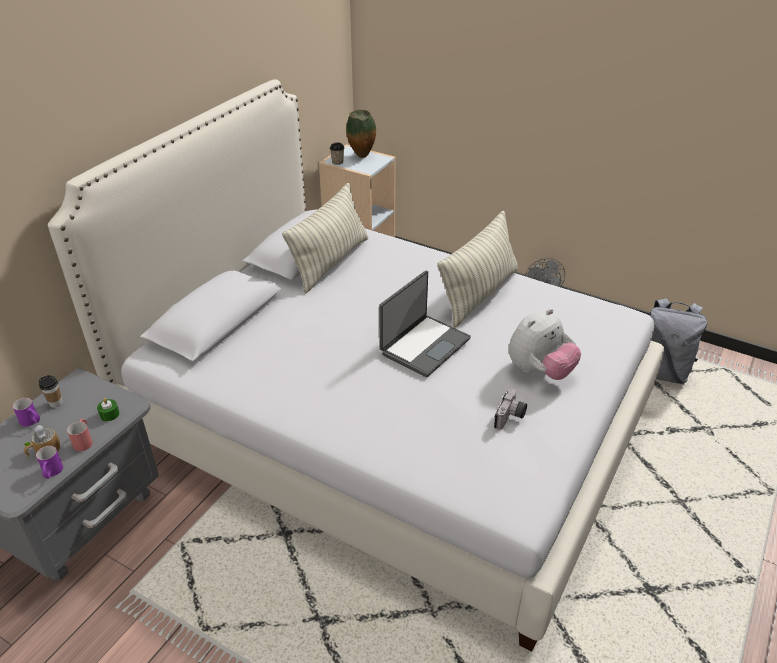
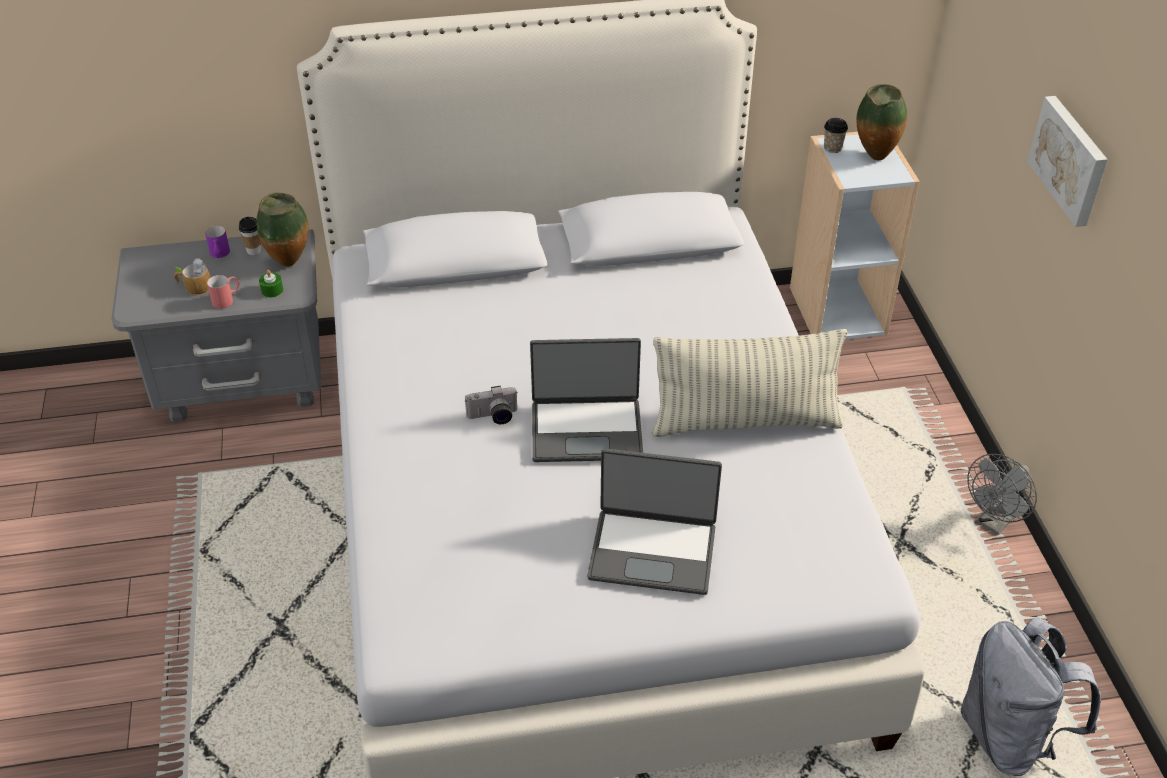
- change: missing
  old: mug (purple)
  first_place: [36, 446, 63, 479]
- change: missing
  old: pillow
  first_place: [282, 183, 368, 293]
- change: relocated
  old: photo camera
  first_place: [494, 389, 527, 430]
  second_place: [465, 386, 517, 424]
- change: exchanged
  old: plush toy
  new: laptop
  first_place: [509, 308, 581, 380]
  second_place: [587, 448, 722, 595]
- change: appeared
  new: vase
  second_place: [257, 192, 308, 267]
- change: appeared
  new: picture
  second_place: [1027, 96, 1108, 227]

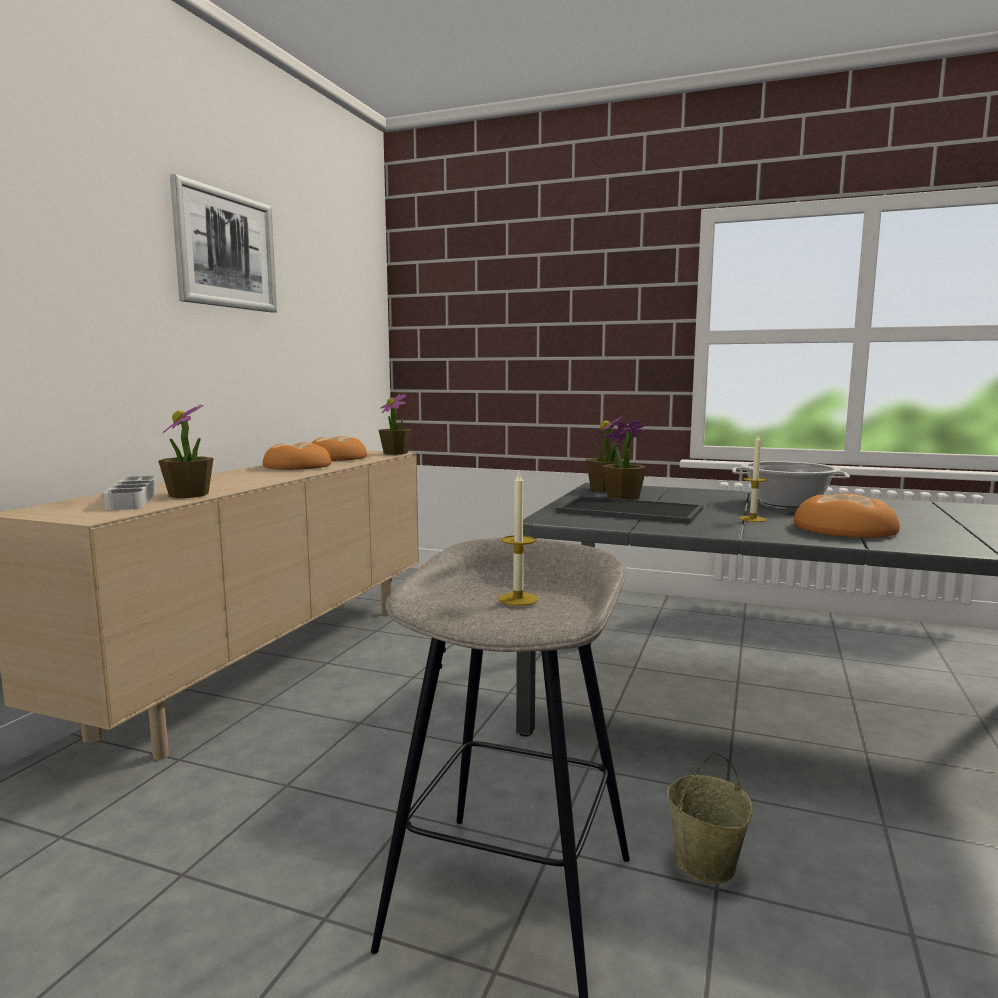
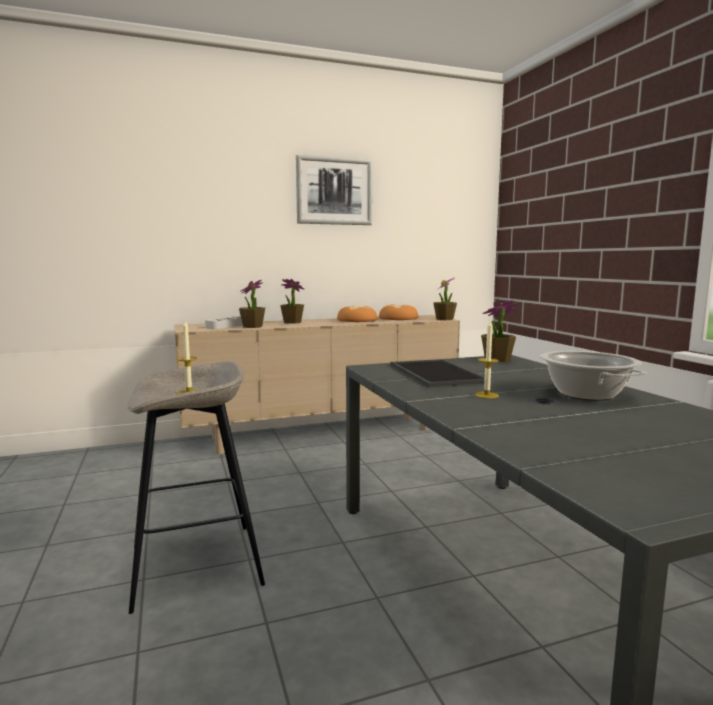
- change: relocated
  old: potted plant
  first_place: [602, 420, 648, 500]
  second_place: [280, 279, 304, 324]
- change: missing
  old: bucket (beige)
  first_place: [667, 752, 753, 884]
- change: missing
  old: bread
  first_place: [793, 493, 900, 538]

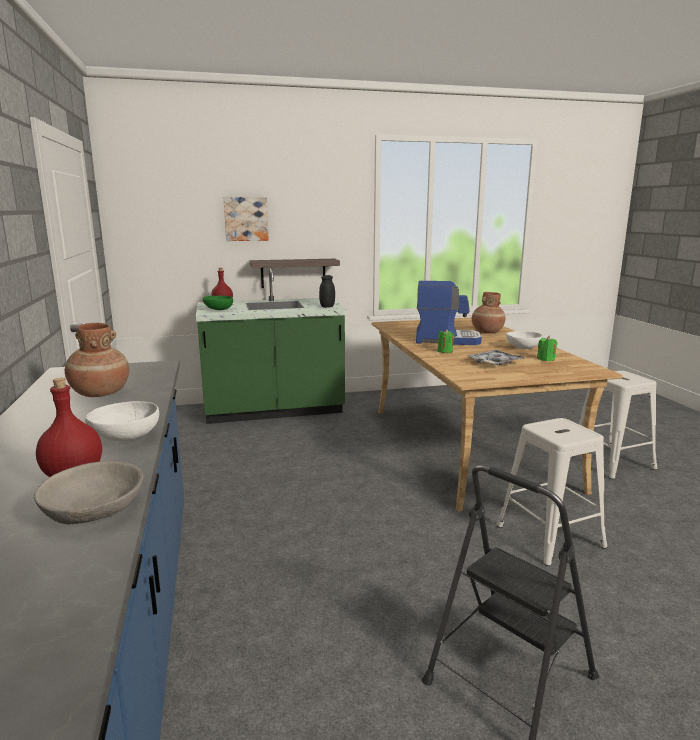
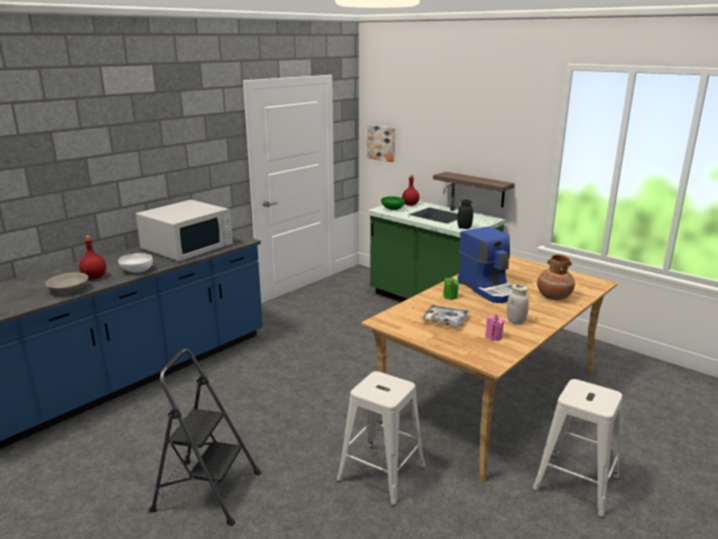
- change: exchanged
  old: vase (brown)
  new: microwave (white)
  first_place: [65, 323, 129, 397]
  second_place: [136, 200, 233, 261]
- change: relocated
  old: picture
  first_place: [224, 197, 269, 241]
  second_place: [367, 125, 395, 162]
- change: exchanged
  old: bowl (white)
  new: jar (white)
  first_place: [506, 331, 543, 349]
  second_place: [507, 284, 529, 324]
- change: colour
  old: candle (green)
  new: candle (pink)
  first_place: [537, 336, 557, 361]
  second_place: [485, 315, 504, 341]

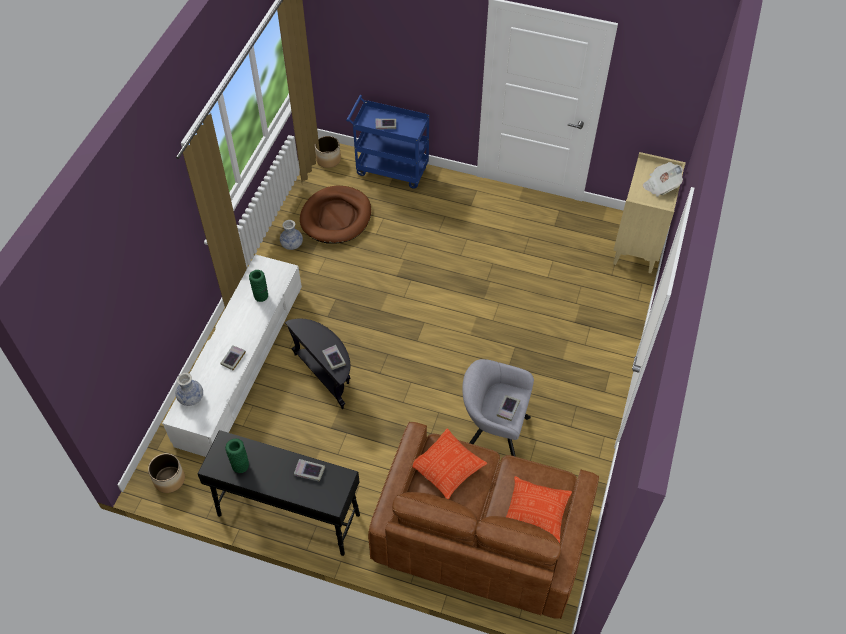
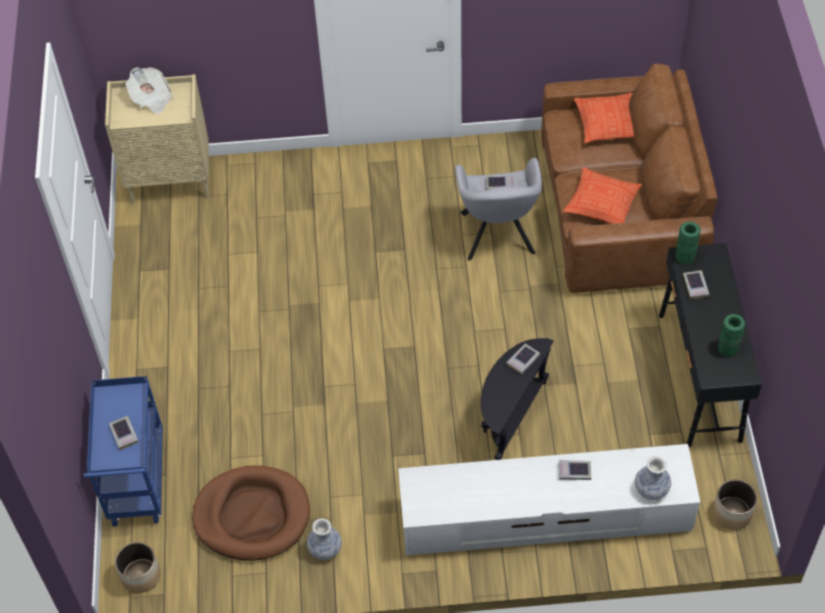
- change: relocated
  old: vase (green)
  first_place: [249, 270, 268, 302]
  second_place: [675, 222, 701, 265]

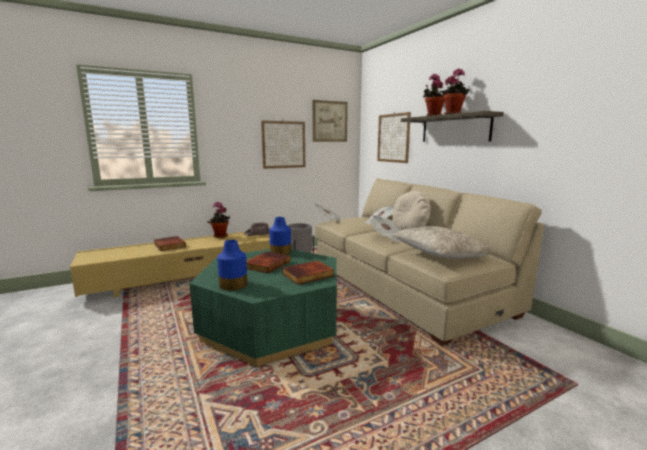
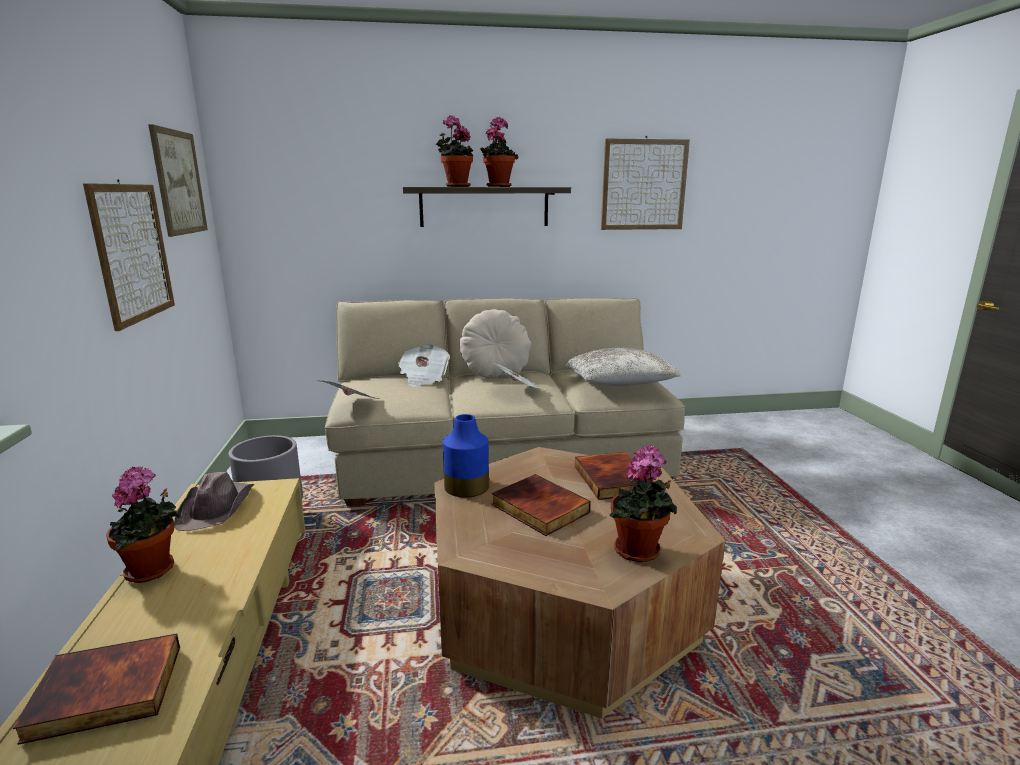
- change: colour
  old: coffee table (green)
  new: coffee table (brown)
  first_place: [189, 249, 337, 366]
  second_place: [434, 447, 725, 719]
- change: exchanged
  old: vase (blue)
  new: potted plant
  first_place: [217, 240, 248, 291]
  second_place: [610, 446, 677, 563]
- change: relocated
  old: picture
  first_place: [377, 112, 411, 163]
  second_place: [601, 136, 690, 230]

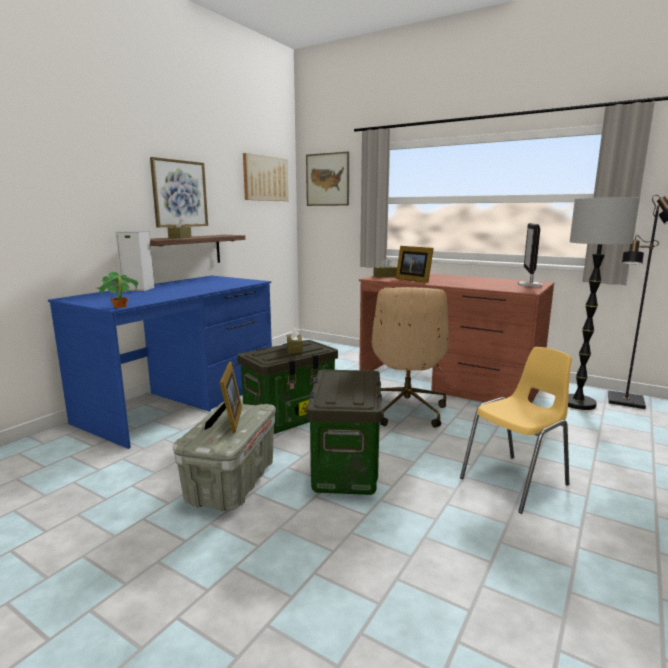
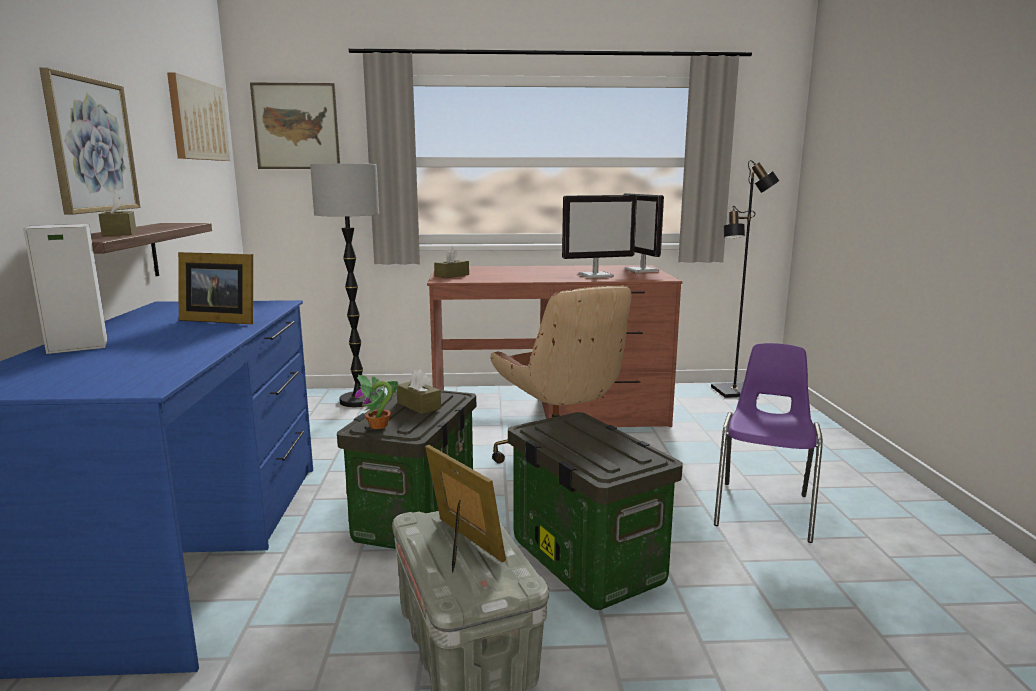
- change: relocated
  old: potted plant
  first_place: [97, 271, 138, 308]
  second_place: [355, 374, 398, 429]
- change: relocated
  old: picture frame
  first_place: [396, 246, 434, 283]
  second_place: [178, 252, 253, 324]
- change: colour
  old: chair (yellow)
  new: chair (purple)
  first_place: [460, 347, 572, 514]
  second_place: [714, 343, 823, 543]
- change: relocated
  old: floor lamp
  first_place: [568, 197, 640, 410]
  second_place: [310, 164, 379, 407]
- change: appeared
  new: monitor
  second_place: [562, 195, 637, 278]

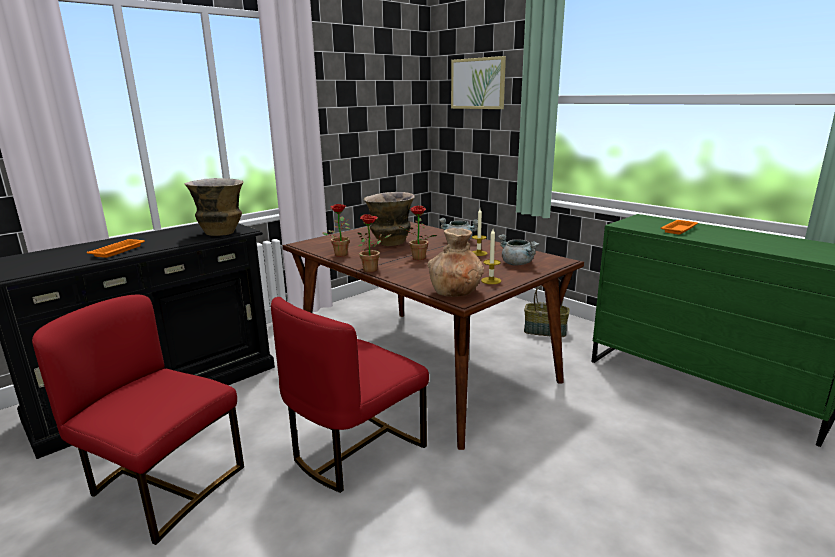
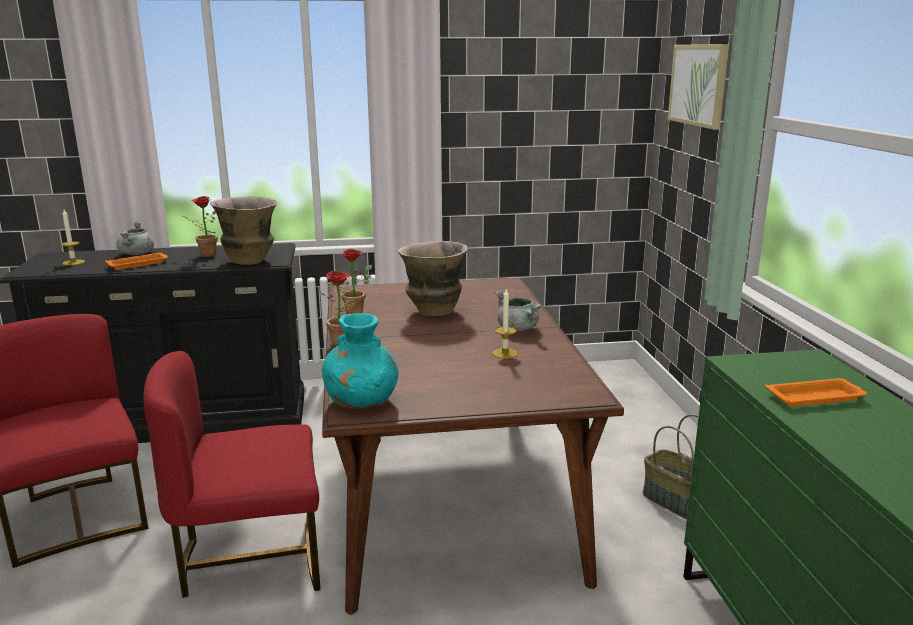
- change: relocated
  old: potted plant
  first_place: [398, 206, 437, 260]
  second_place: [181, 196, 218, 257]
- change: colour
  old: vase (brown)
  new: vase (turquoise)
  first_place: [427, 228, 484, 297]
  second_place: [322, 313, 398, 409]
- change: relocated
  old: candle
  first_place: [481, 229, 501, 284]
  second_place: [60, 210, 85, 266]
- change: relocated
  old: cooking pot (grey)
  first_place: [498, 234, 539, 266]
  second_place: [116, 221, 154, 255]

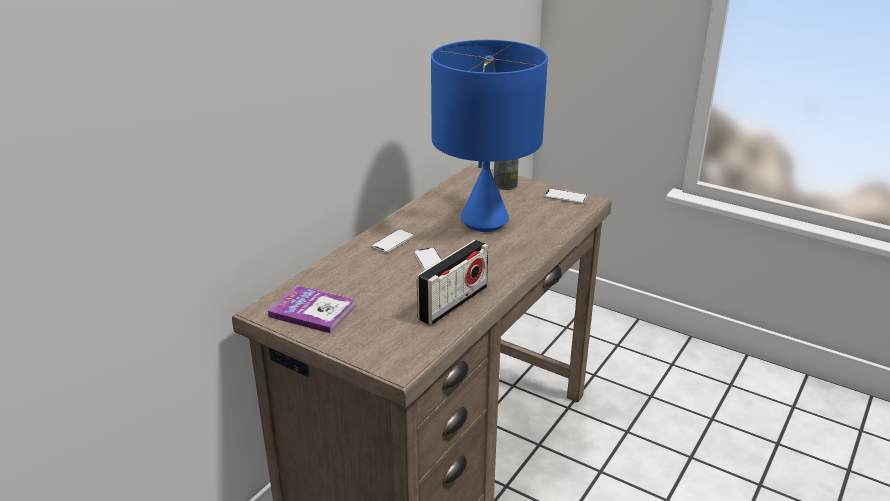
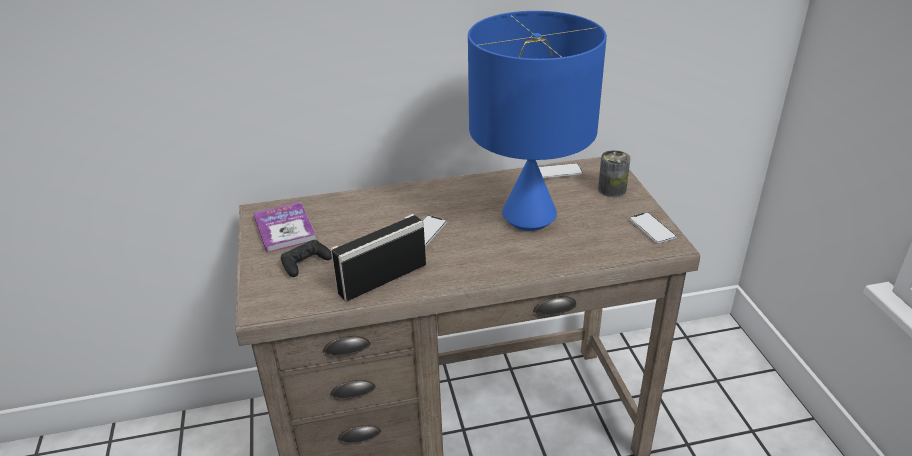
- change: relocated
  old: phone
  first_place: [371, 229, 415, 253]
  second_place: [539, 163, 584, 179]
- change: spun
  old: radio
  first_place: [417, 240, 488, 326]
  second_place: [330, 214, 426, 301]
  degrees: 150
- change: appeared
  new: game controller (black)
  second_place: [281, 240, 332, 277]

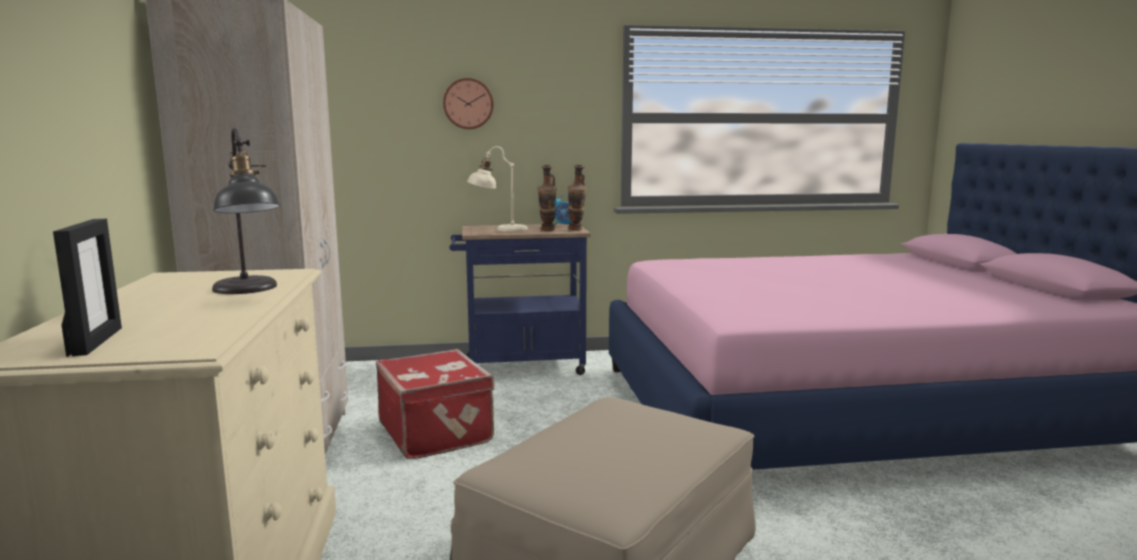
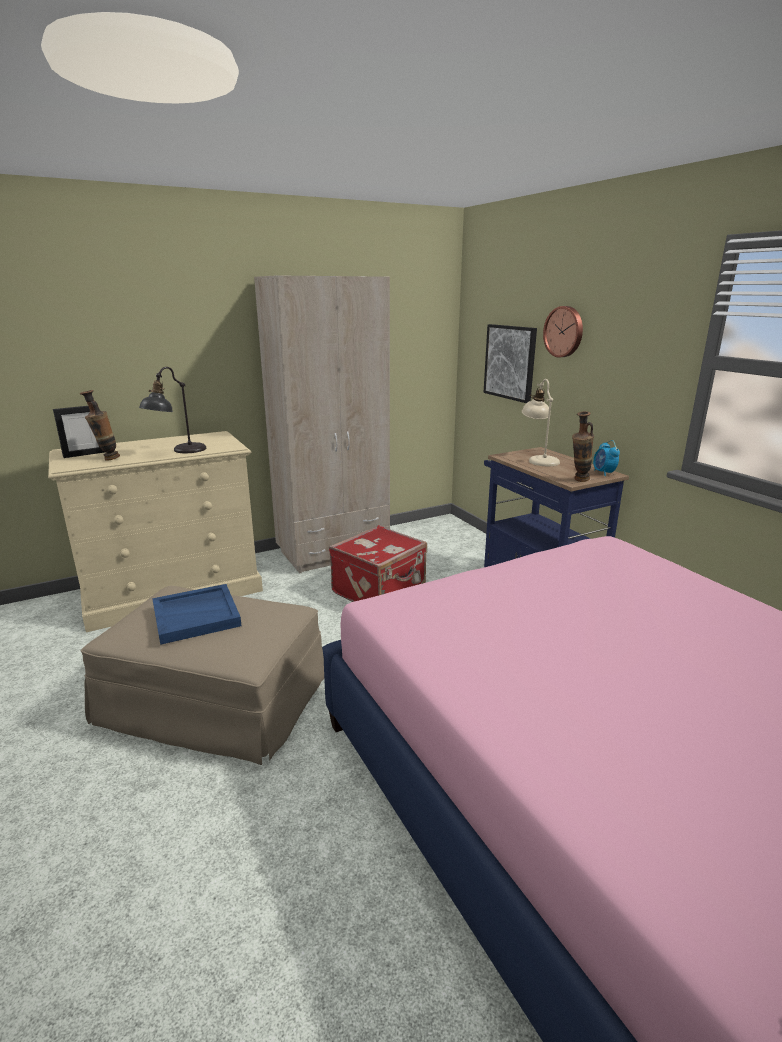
- change: relocated
  old: vase
  first_place: [537, 165, 557, 231]
  second_place: [79, 390, 120, 461]
- change: appeared
  new: tray (blue)
  second_place: [152, 584, 242, 645]
- change: appeared
  new: picture
  second_place: [483, 324, 537, 403]

